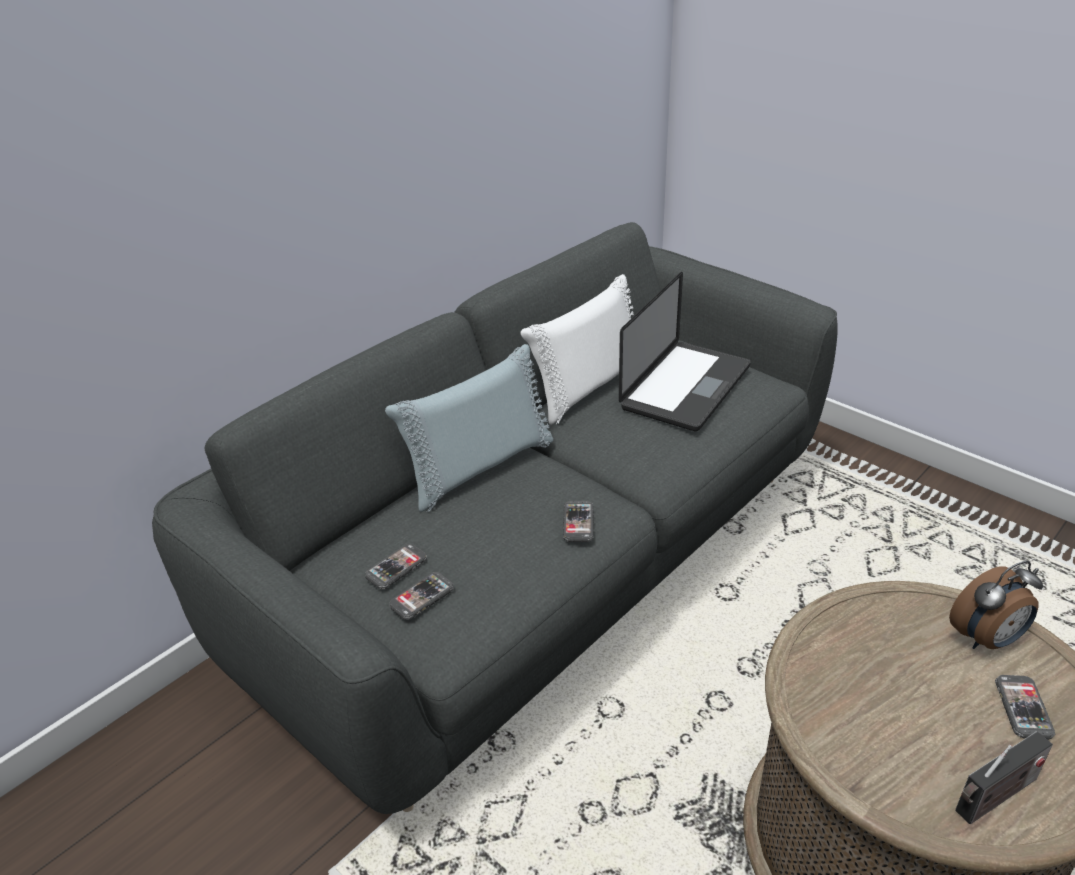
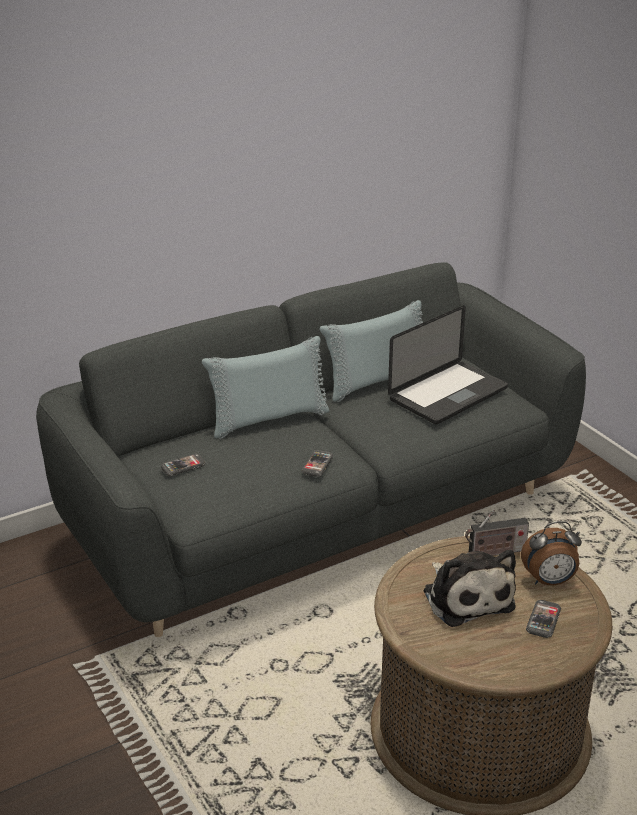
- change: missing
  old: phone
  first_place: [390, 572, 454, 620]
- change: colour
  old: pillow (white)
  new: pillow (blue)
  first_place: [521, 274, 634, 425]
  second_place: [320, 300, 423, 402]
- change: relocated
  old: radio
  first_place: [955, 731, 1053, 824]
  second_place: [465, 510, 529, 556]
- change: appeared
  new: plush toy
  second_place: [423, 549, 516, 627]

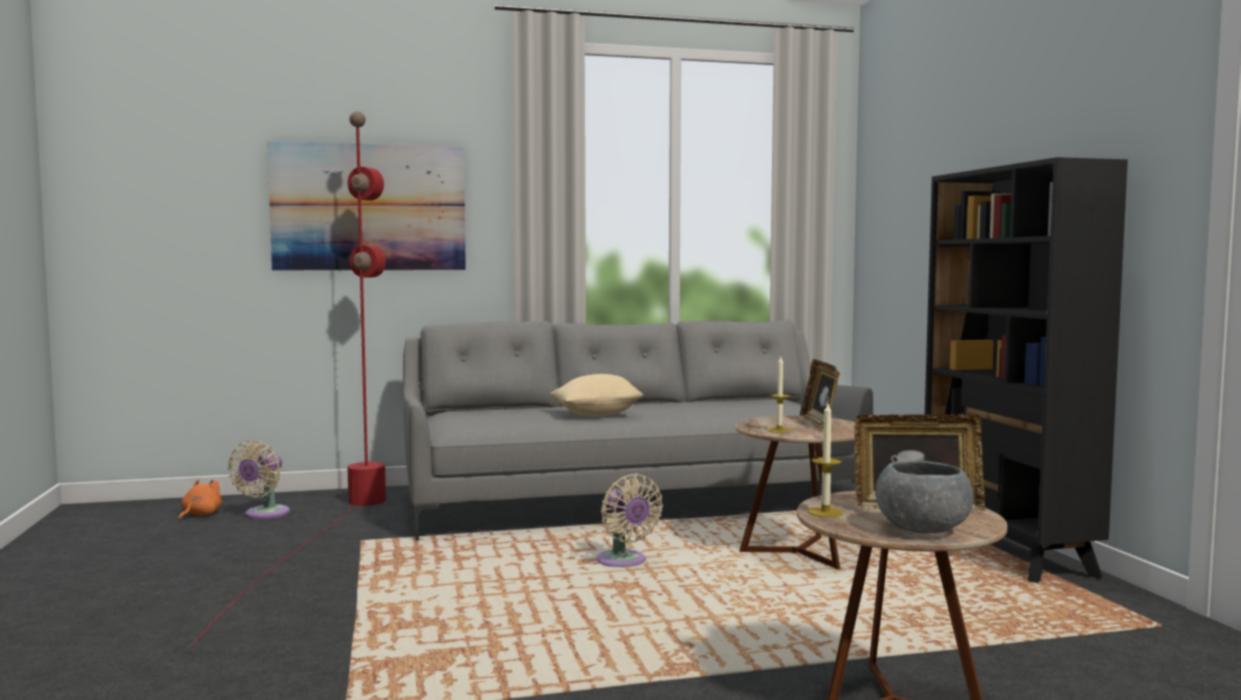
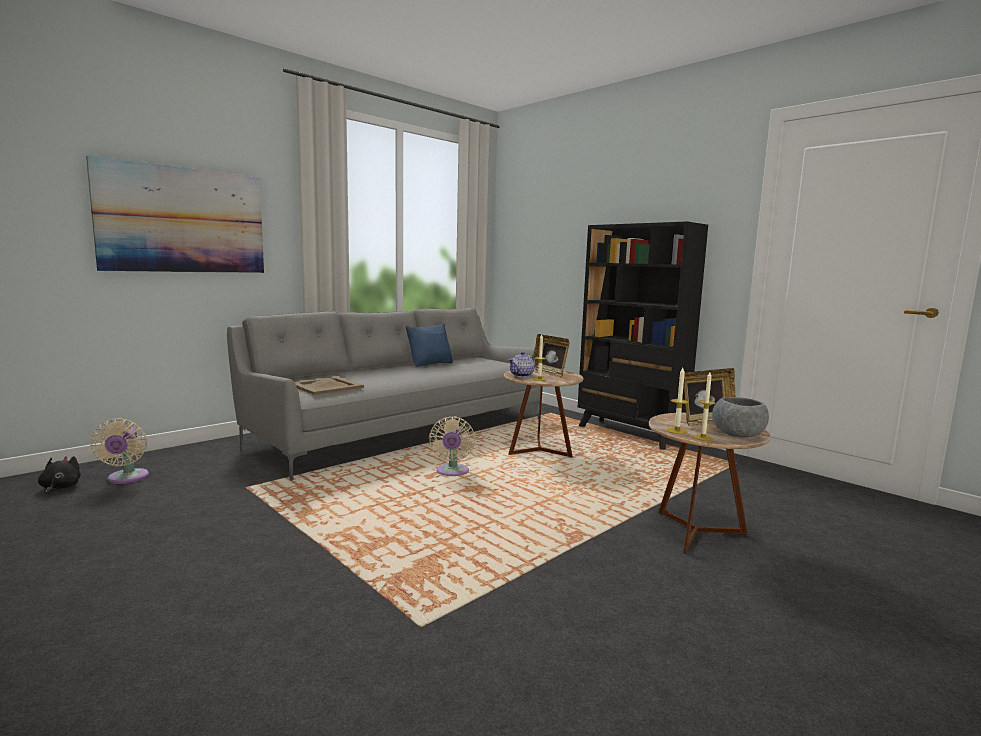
- change: colour
  old: plush toy (orange)
  new: plush toy (black)
  first_place: [178, 479, 222, 520]
  second_place: [38, 456, 81, 496]
- change: missing
  old: floor lamp (red)
  first_place: [191, 111, 386, 646]
- change: missing
  old: pillow (beige)
  first_place: [550, 374, 644, 416]
- change: spun
  old: fan (beige)
  first_place: [596, 474, 663, 567]
  second_place: [429, 416, 475, 476]
  degrees: 60
- change: appeared
  new: tray (beige)
  second_place: [294, 376, 364, 395]
- change: appeared
  new: pillow (blue)
  second_place: [406, 323, 453, 367]
- change: appeared
  new: teapot
  second_place: [508, 352, 535, 377]
- change: appeared
  new: candle
  second_place: [694, 372, 715, 441]

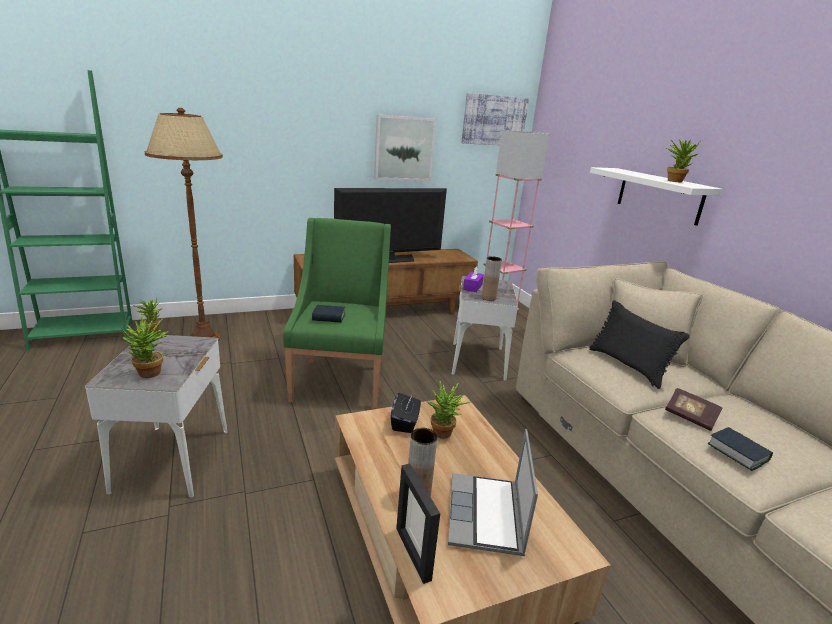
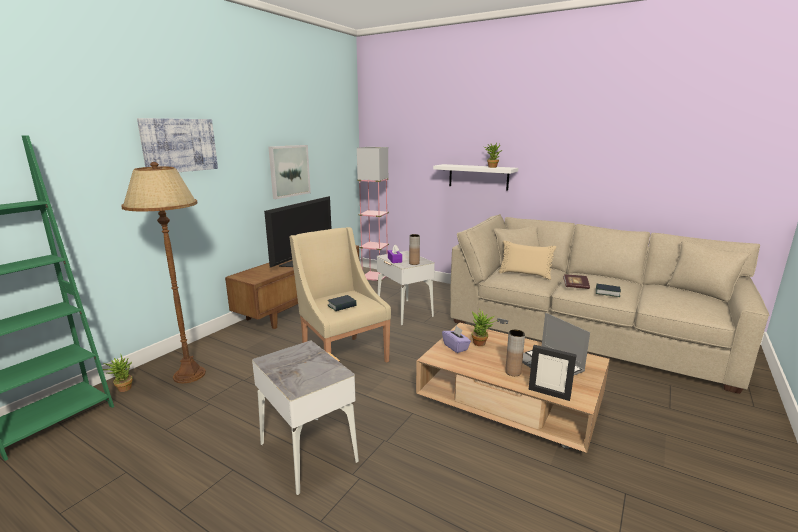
- change: missing
  old: potted plant
  first_place: [121, 316, 169, 378]
- change: colour
  old: armchair (green)
  new: armchair (beige)
  first_place: [283, 218, 391, 409]
  second_place: [290, 227, 391, 363]
- change: colour
  old: tissue box (black)
  new: tissue box (purple)
  first_place: [391, 393, 421, 433]
  second_place: [442, 326, 471, 353]
- change: relocated
  old: picture
  first_place: [461, 93, 529, 145]
  second_place: [137, 118, 218, 172]
- change: colour
  old: pillow (black)
  new: pillow (beige)
  first_place: [590, 300, 690, 389]
  second_place: [498, 240, 556, 280]

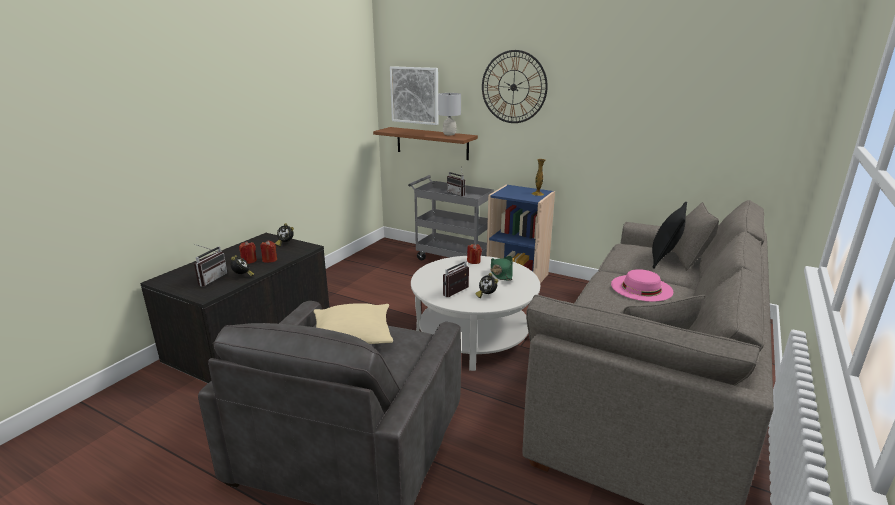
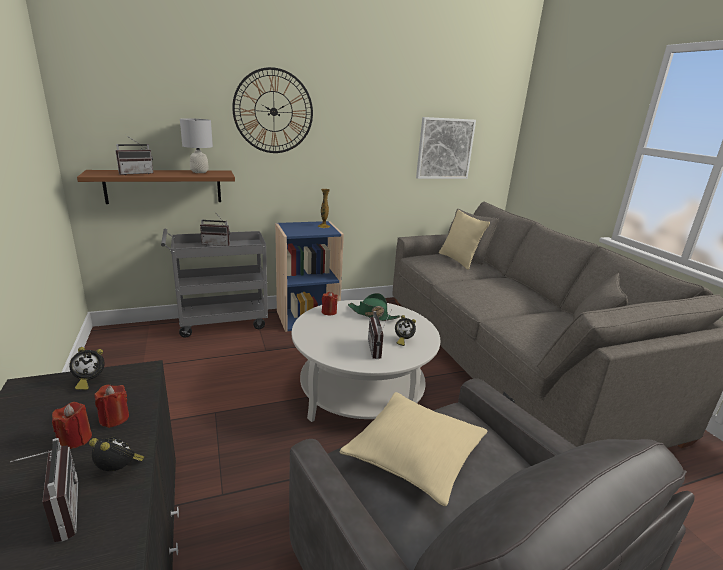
- change: relocated
  old: picture
  first_place: [390, 66, 438, 125]
  second_place: [416, 117, 476, 179]
- change: missing
  old: hat (pink)
  first_place: [611, 269, 673, 302]
- change: colour
  old: pillow (black)
  new: pillow (beige)
  first_place: [652, 202, 687, 269]
  second_place: [439, 209, 490, 270]
- change: appeared
  new: radio
  second_place: [115, 135, 153, 175]

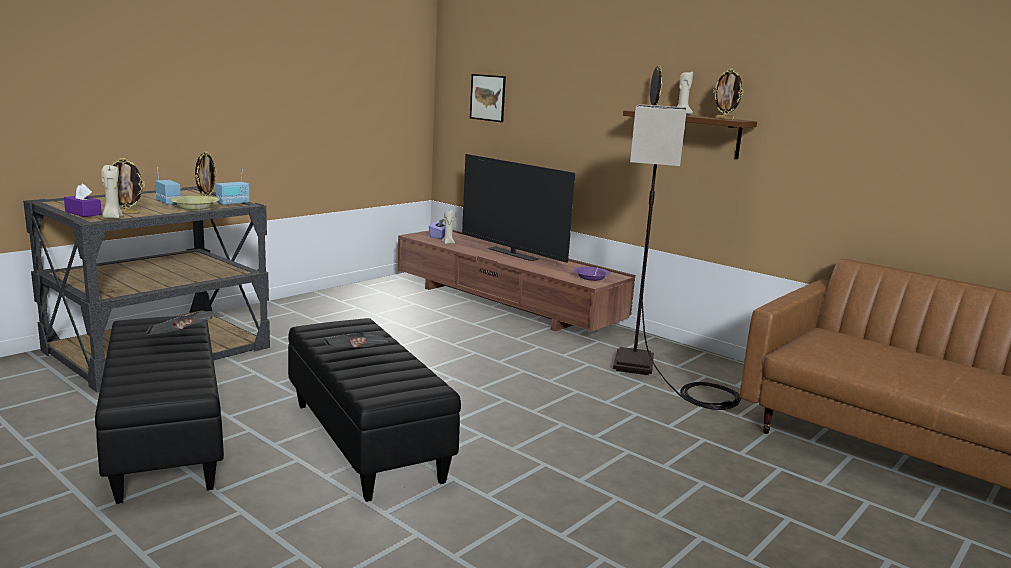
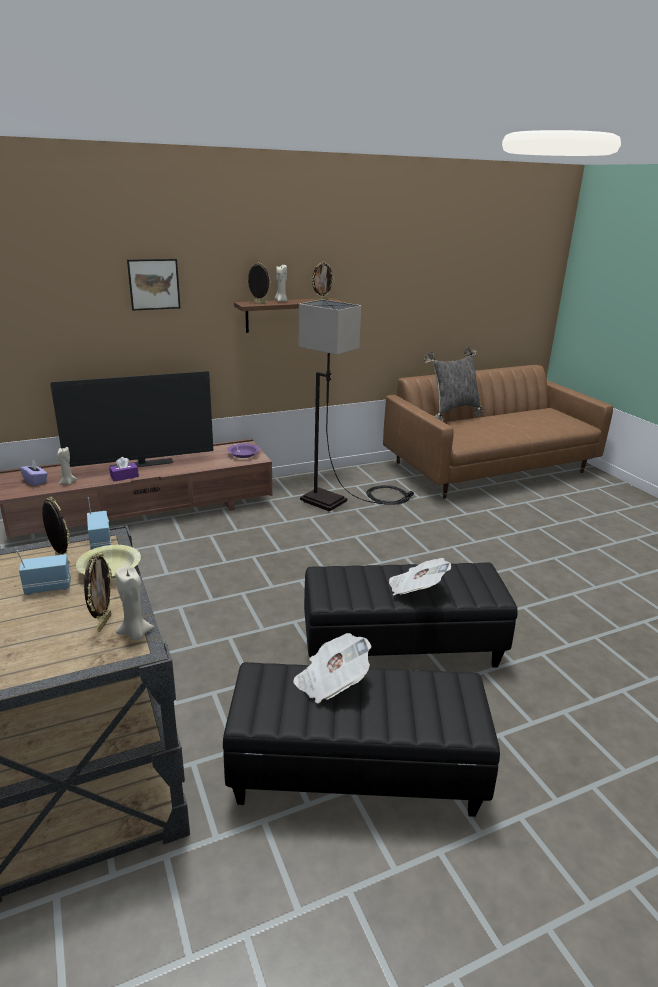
- change: relocated
  old: tissue box (purple)
  first_place: [64, 184, 102, 217]
  second_place: [109, 457, 139, 482]
- change: relocated
  old: picture
  first_place: [470, 74, 506, 122]
  second_place: [127, 259, 180, 311]
- change: appeared
  new: pillow
  second_place: [424, 347, 485, 422]

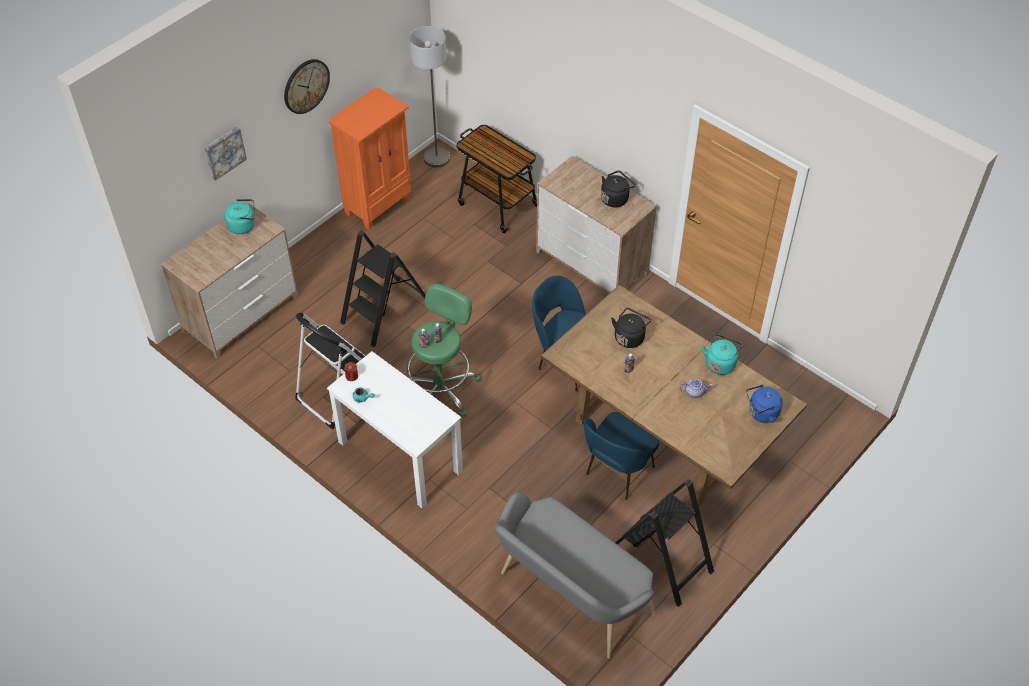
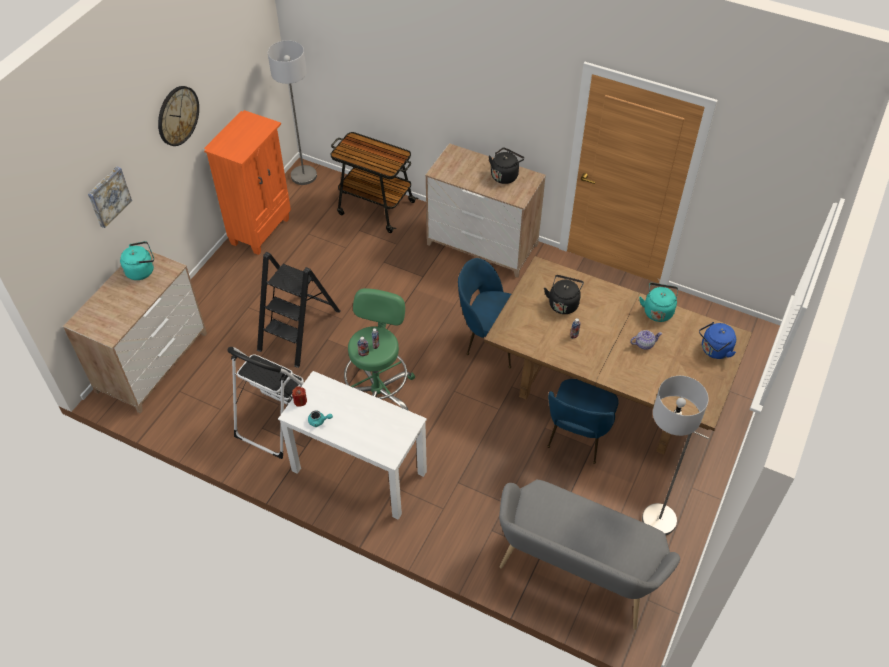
- change: exchanged
  old: step ladder (black)
  new: floor lamp (grey)
  first_place: [615, 479, 714, 607]
  second_place: [642, 376, 709, 535]

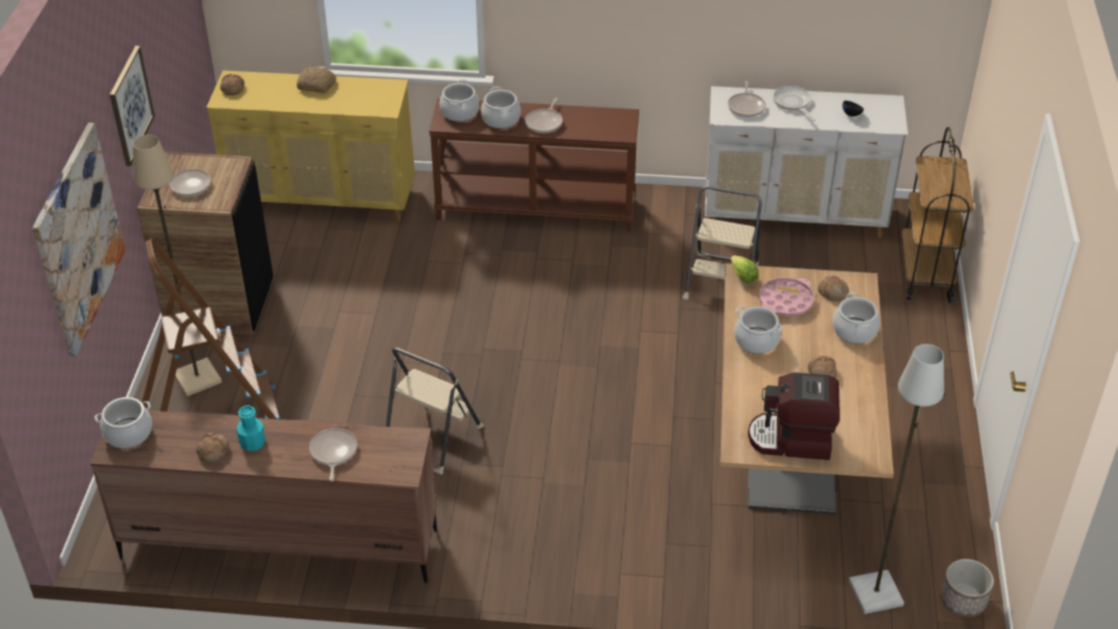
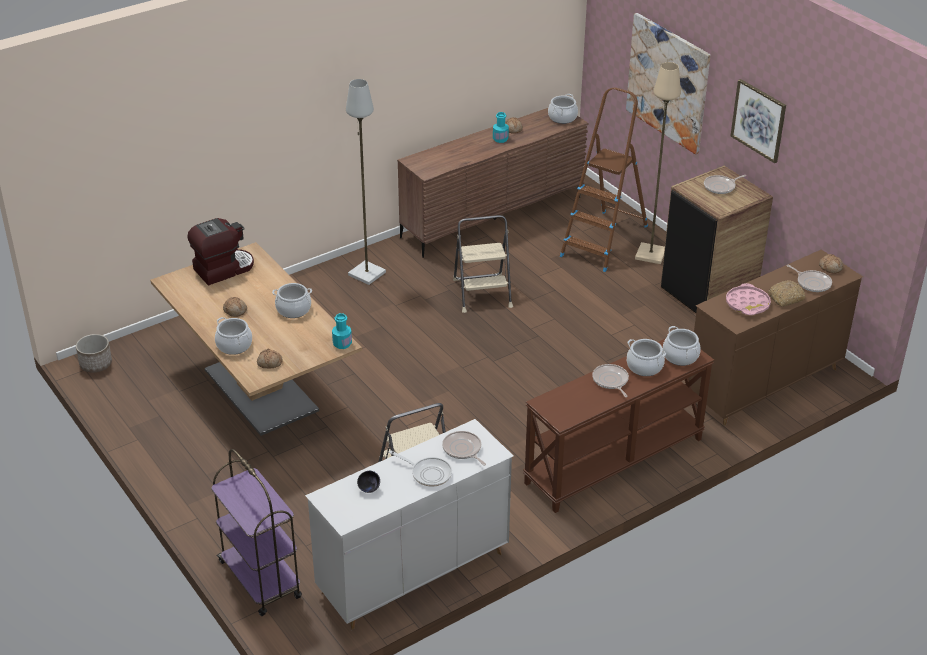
- change: colour
  old: cabinet (yellow)
  new: cabinet (brown)
  first_place: [207, 71, 415, 221]
  second_place: [689, 249, 863, 426]
- change: relocated
  old: frying pan
  first_place: [309, 428, 357, 481]
  second_place: [786, 265, 832, 292]
- change: exchanged
  old: lettuce
  new: bottle (turquoise)
  first_place: [731, 255, 759, 283]
  second_place: [332, 313, 352, 349]
- change: relocated
  old: tray (pink)
  first_place: [759, 277, 814, 317]
  second_place: [726, 283, 771, 315]
- change: relocated
  old: floor lamp (grey)
  first_place: [849, 344, 945, 614]
  second_place: [346, 79, 386, 285]
- change: colour
  old: cart (brown)
  new: cart (purple)
  first_place: [902, 127, 974, 303]
  second_place: [211, 449, 302, 616]

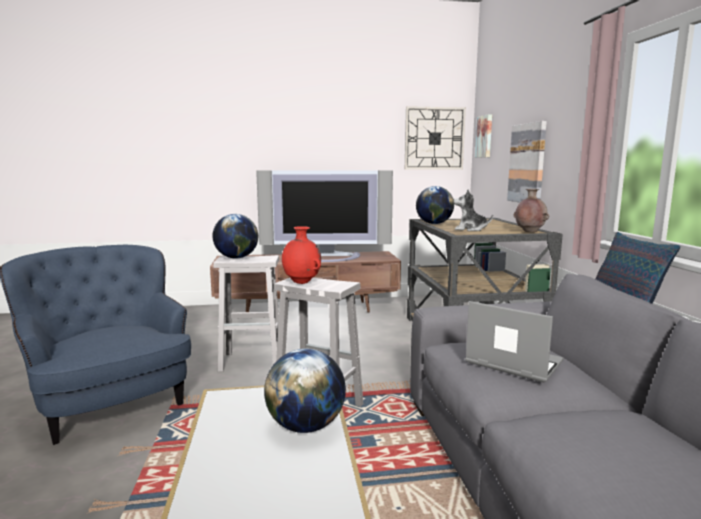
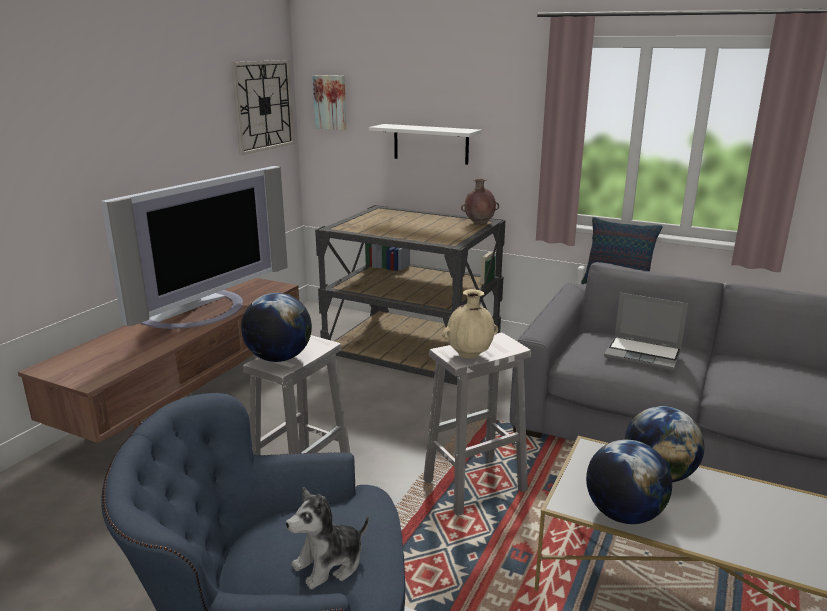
- change: colour
  old: vase (red)
  new: vase (beige)
  first_place: [282, 226, 321, 284]
  second_place: [442, 289, 498, 358]
- change: relocated
  old: globe
  first_place: [416, 186, 454, 224]
  second_place: [586, 440, 672, 524]
- change: relocated
  old: plush toy
  first_place: [454, 189, 493, 231]
  second_place: [286, 487, 369, 589]
- change: spun
  old: laptop
  first_place: [465, 301, 564, 383]
  second_place: [604, 293, 688, 371]
  degrees: -135
- change: exchanged
  old: picture
  new: shelf (white)
  first_place: [507, 121, 547, 202]
  second_place: [369, 124, 482, 165]

